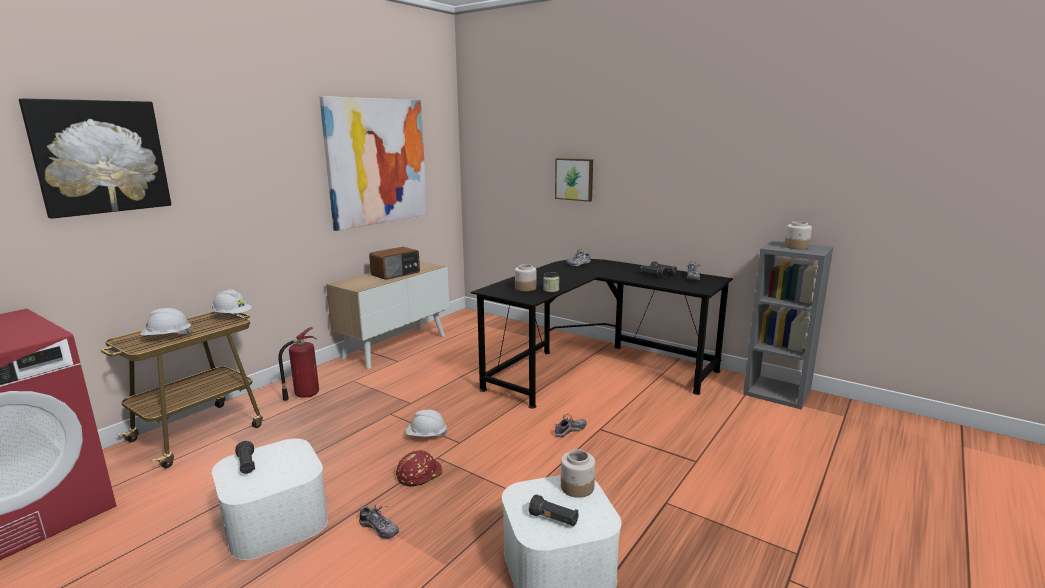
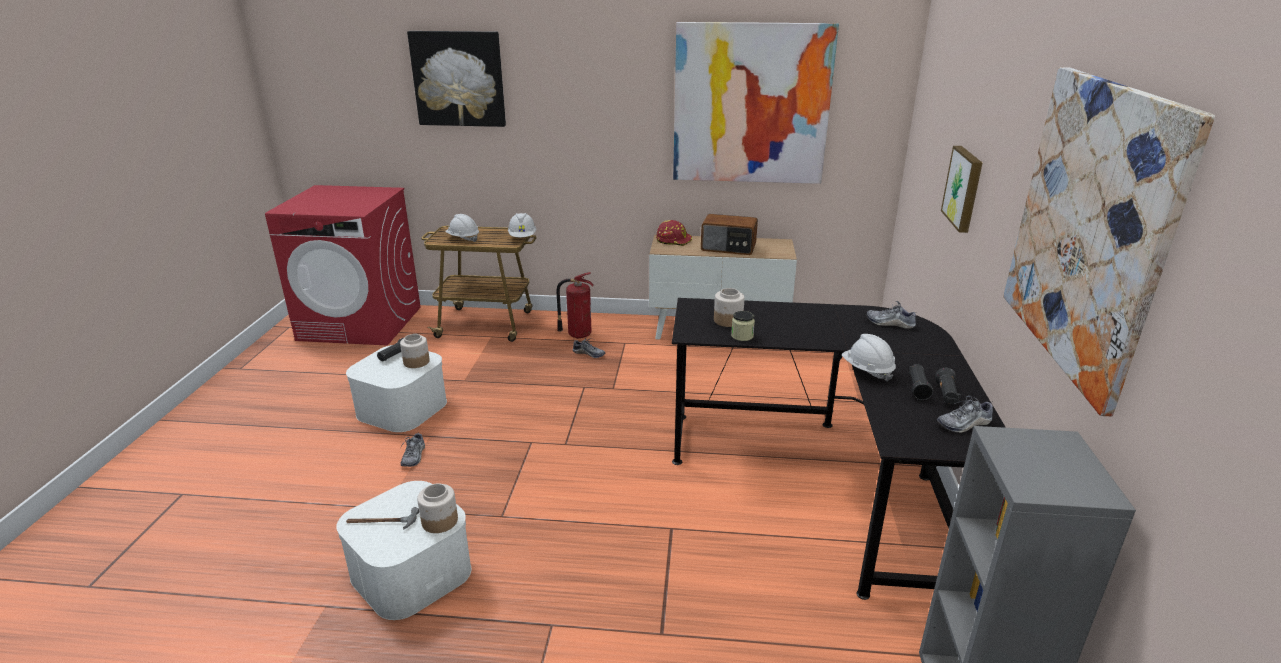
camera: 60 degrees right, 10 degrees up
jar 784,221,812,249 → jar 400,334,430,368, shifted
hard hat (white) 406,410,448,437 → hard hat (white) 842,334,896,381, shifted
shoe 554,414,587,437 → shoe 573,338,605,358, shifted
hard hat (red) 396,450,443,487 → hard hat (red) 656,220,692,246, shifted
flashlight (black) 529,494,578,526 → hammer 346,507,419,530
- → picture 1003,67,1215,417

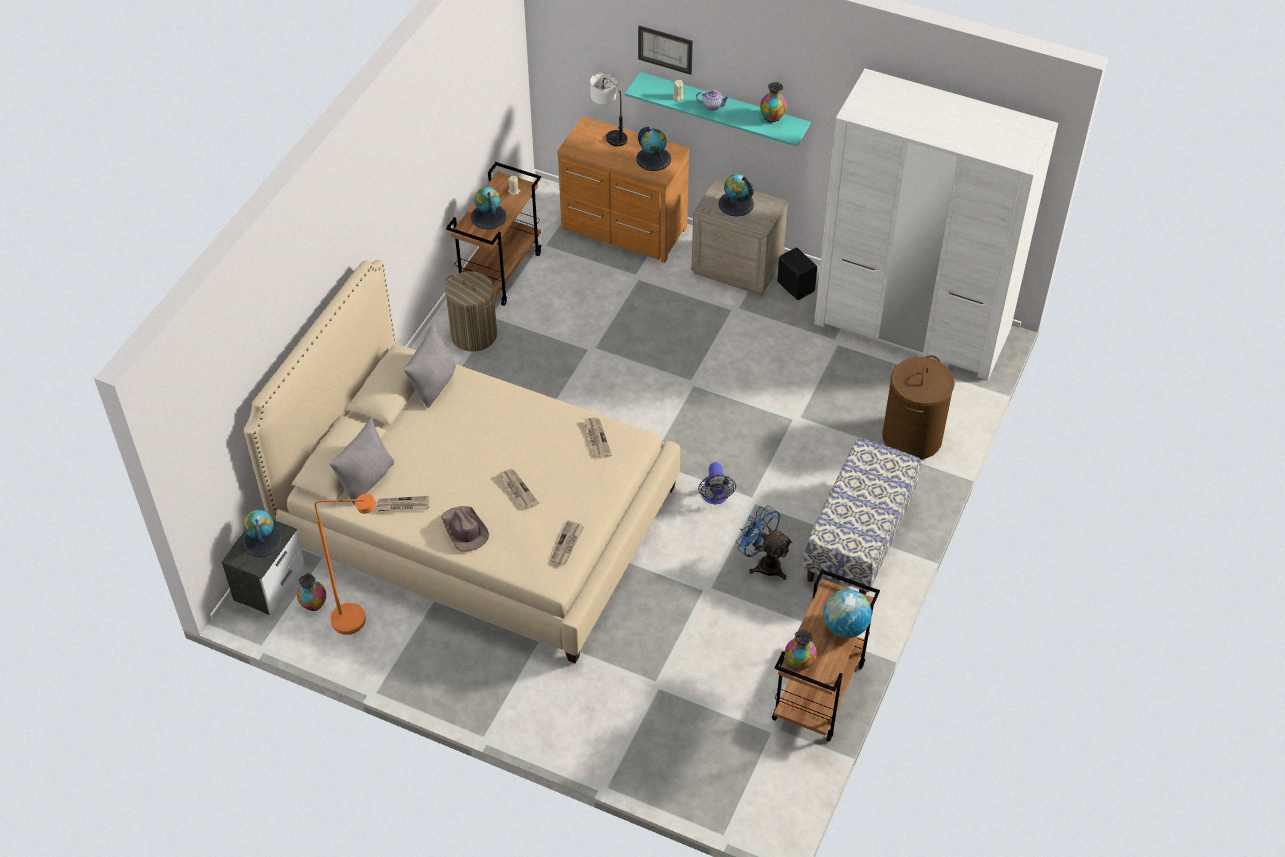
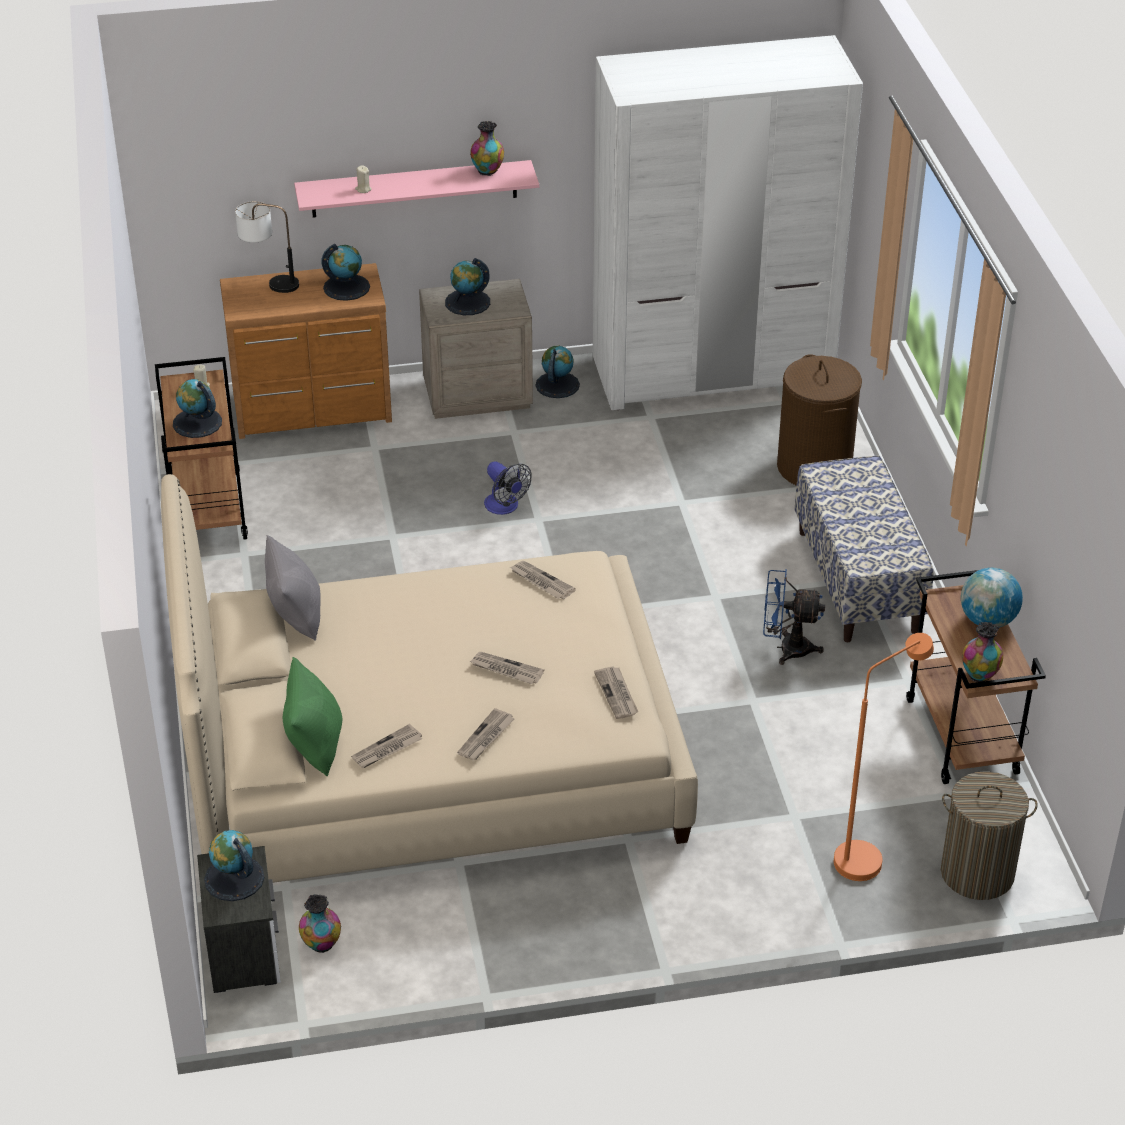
camera: 35 degrees left, 10 degrees down
picture 638,25,693,75 → -
shelf (turquoise) 625,72,811,147 → shelf (pink) 294,160,539,218
teapot 696,90,730,111 → -
speaker (black) 777,247,817,300 → globe 535,346,580,398
laundry basket 445,271,497,352 → laundry basket 941,771,1038,900, shifted
pillow (grey) 330,418,394,505 → pillow (green) 283,657,343,776
fan 698,462,736,504 → fan 484,461,532,515, shifted
floor lamp (orange) 314,493,376,635 → floor lamp (orange) 834,633,934,881, shifted
hat (brown) 441,506,489,552 → newspaper 457,708,515,761

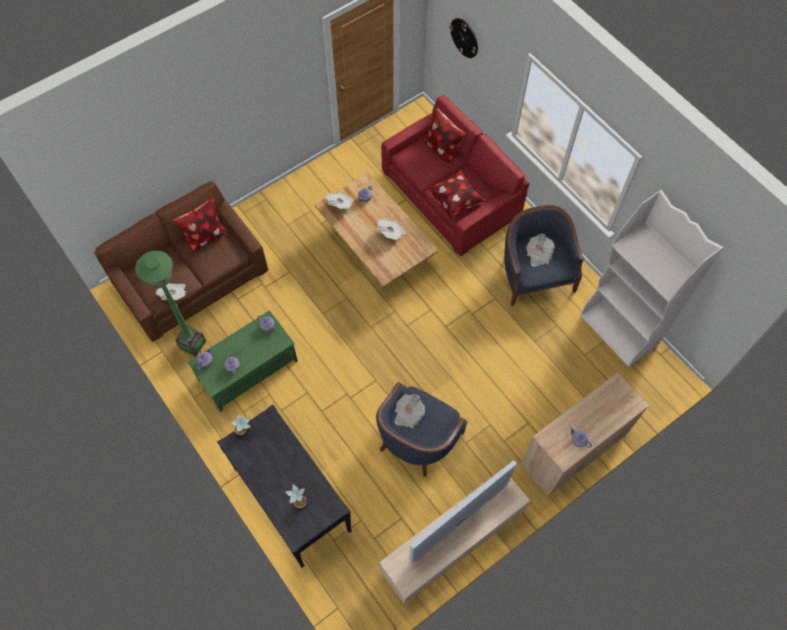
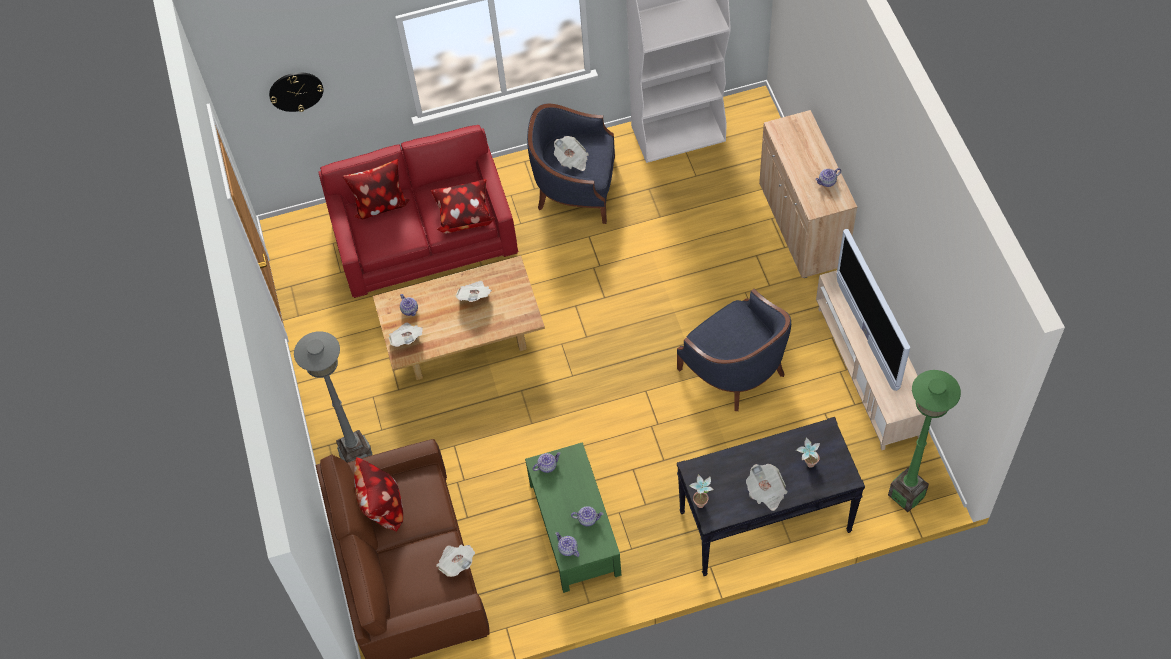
camera: 65 degrees left, 5 degrees down
floor lamp (green) 135,251,206,357 → floor lamp (green) 888,370,961,512, shifted
newspaper 395,394,425,428 → newspaper 746,464,787,511, shifted
- → floor lamp (grey) 294,331,372,463

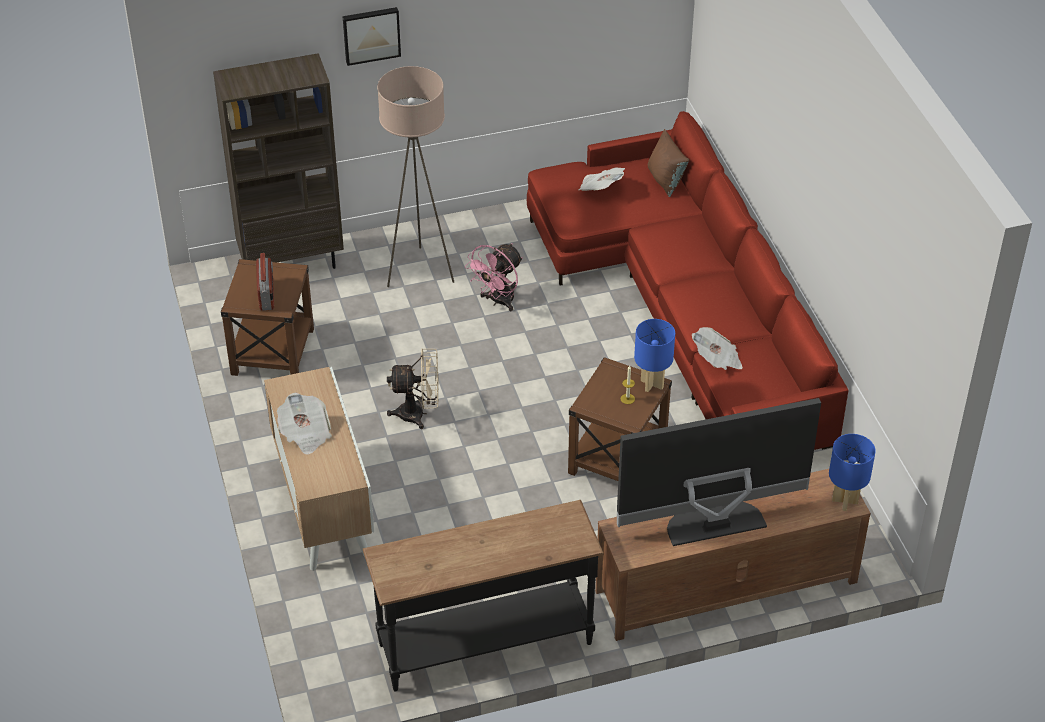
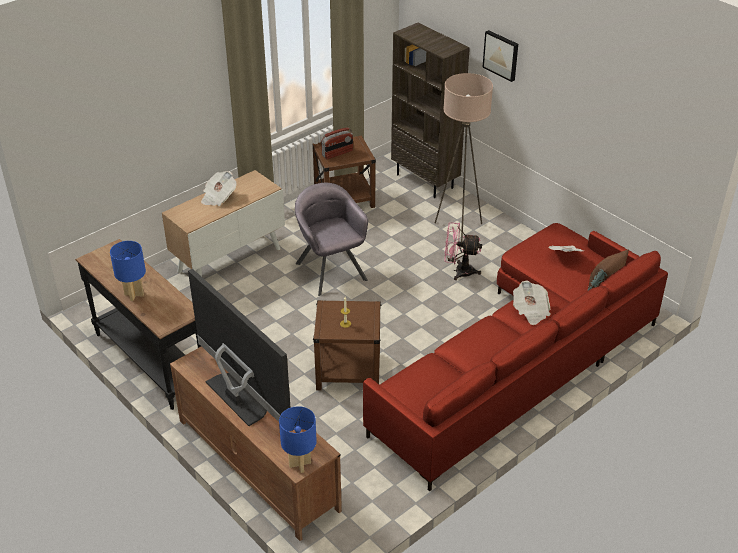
camera: 65 degrees right, 5 degrees down
table lamp (blue) 634,319,675,392 → table lamp (blue) 110,241,146,301, shifted
newspaper 692,327,743,370 → newspaper 513,281,551,325, shifted
fan (beige) 387,349,439,429 → armchair (grey) 295,183,368,296

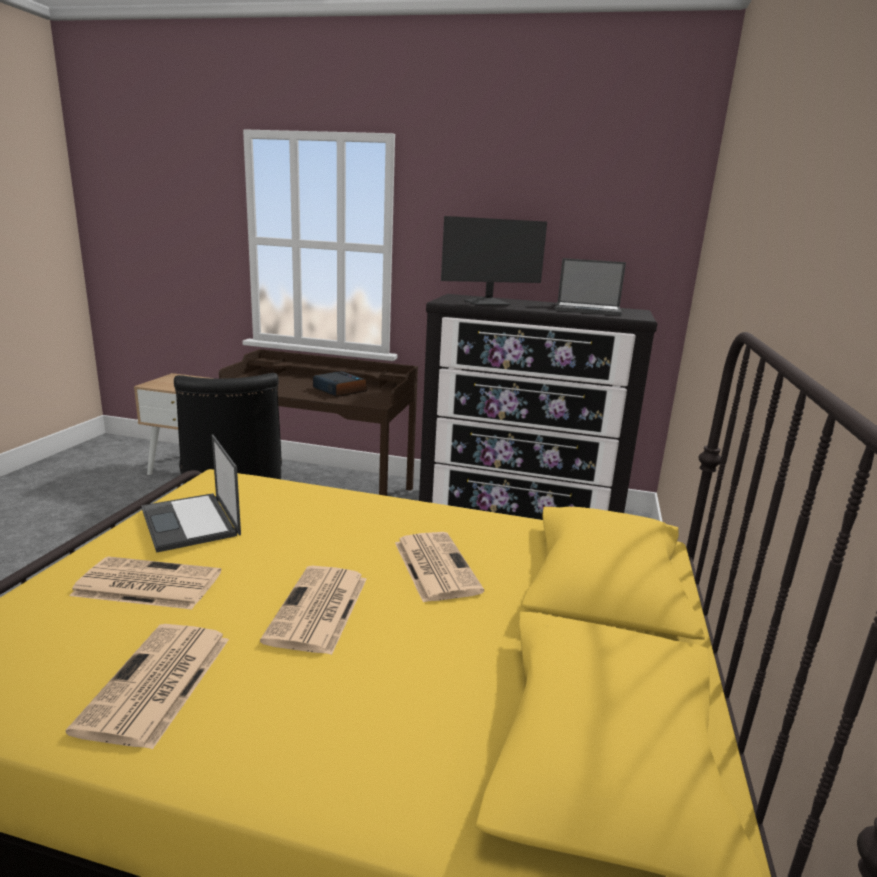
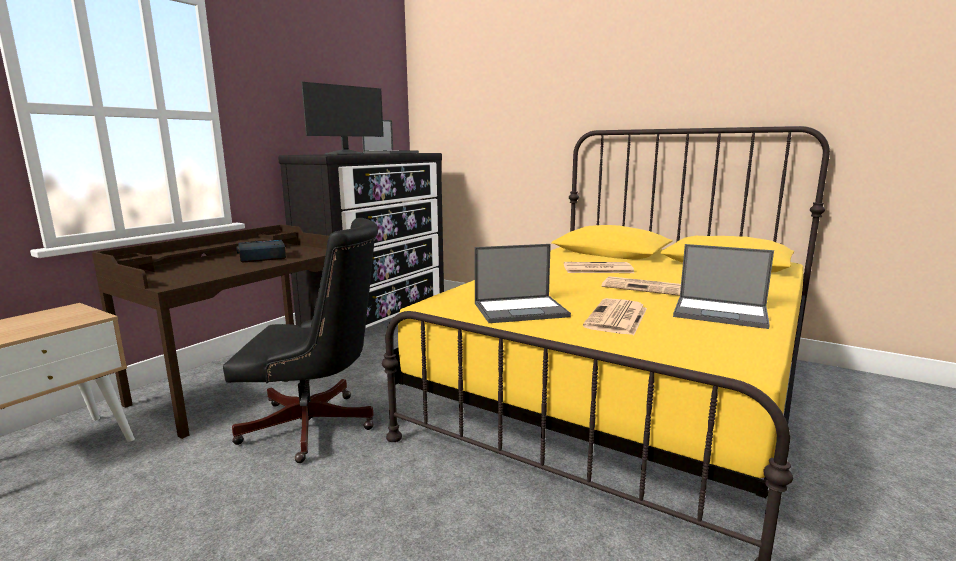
camera: 70 degrees left, 5 degrees down
monitor 441,216,547,305 → monitor 301,82,384,155, 45 degrees clockwise
newspaper 66,624,229,750 → laptop 673,244,774,329

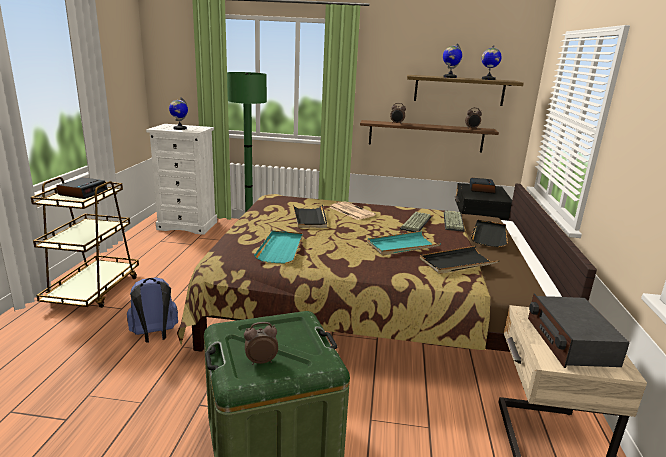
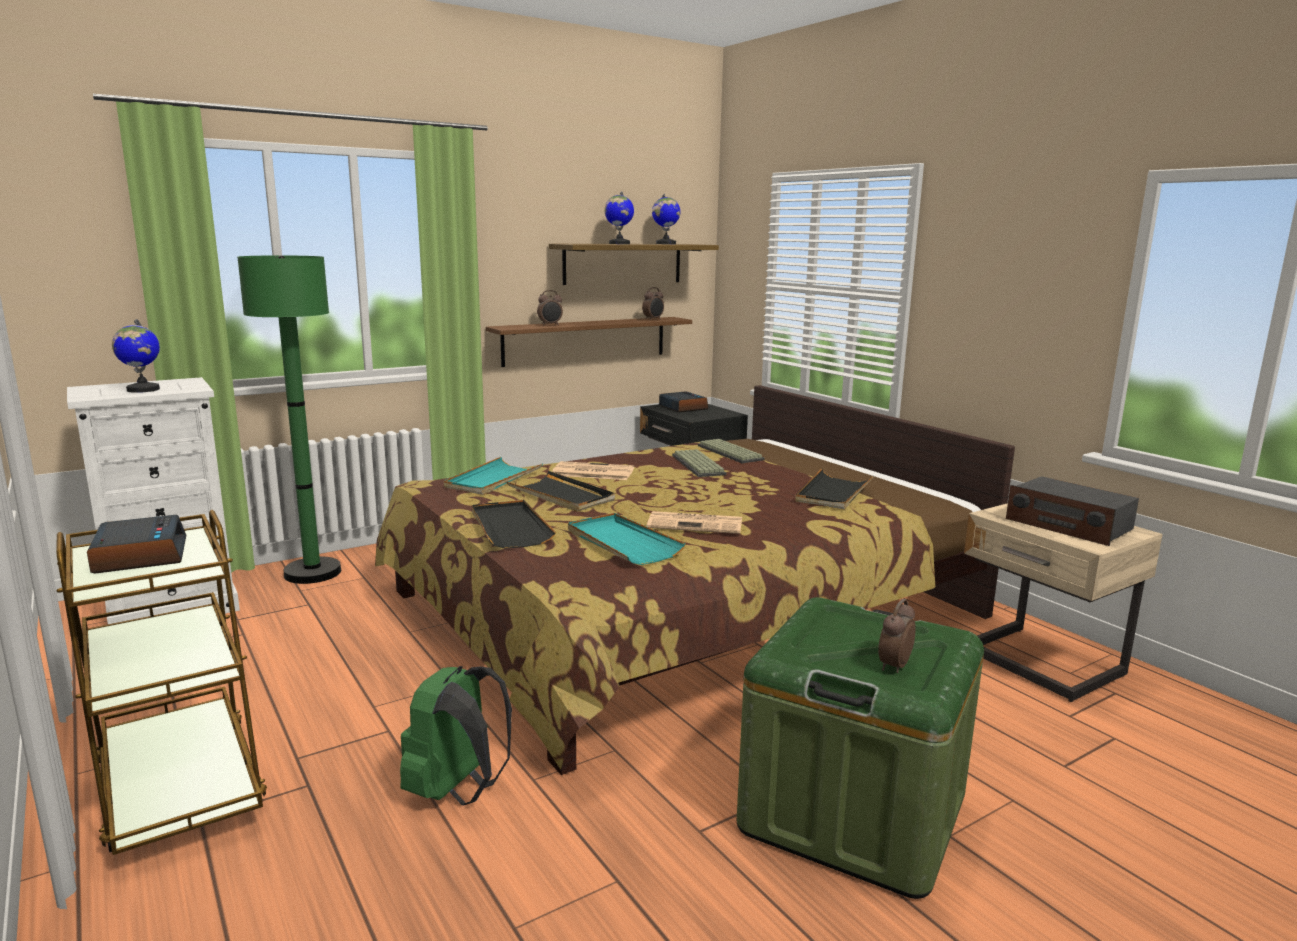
camera: 40 degrees left, 5 degrees down
tray (black) 471,220,508,247 → tray (black) 472,500,556,549, shifted
tray (turquoise) 367,231,441,255 → tray (turquoise) 444,457,543,495, shifted
backpack (blue) 127,277,178,343 → backpack (green) 400,666,512,805
- → newspaper 647,511,742,534

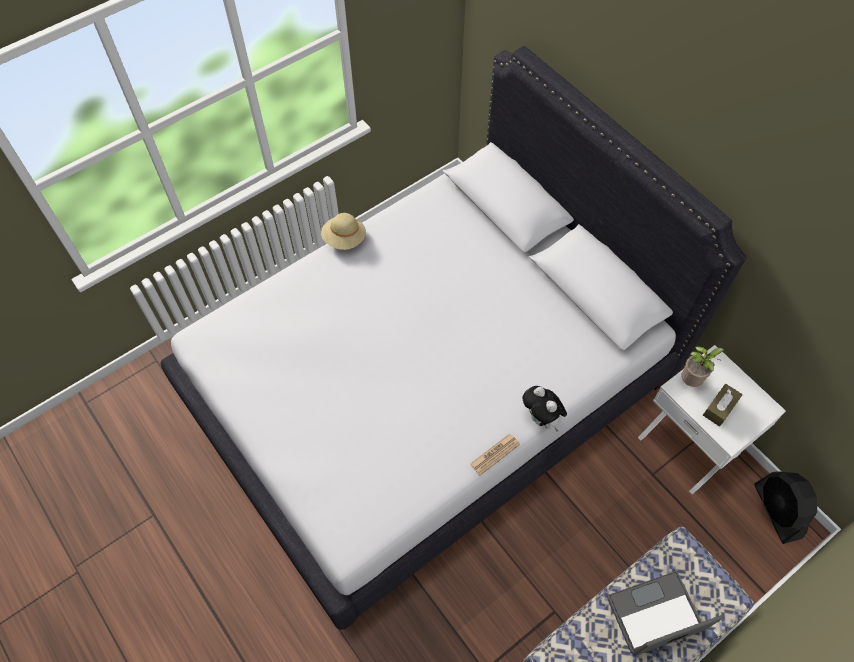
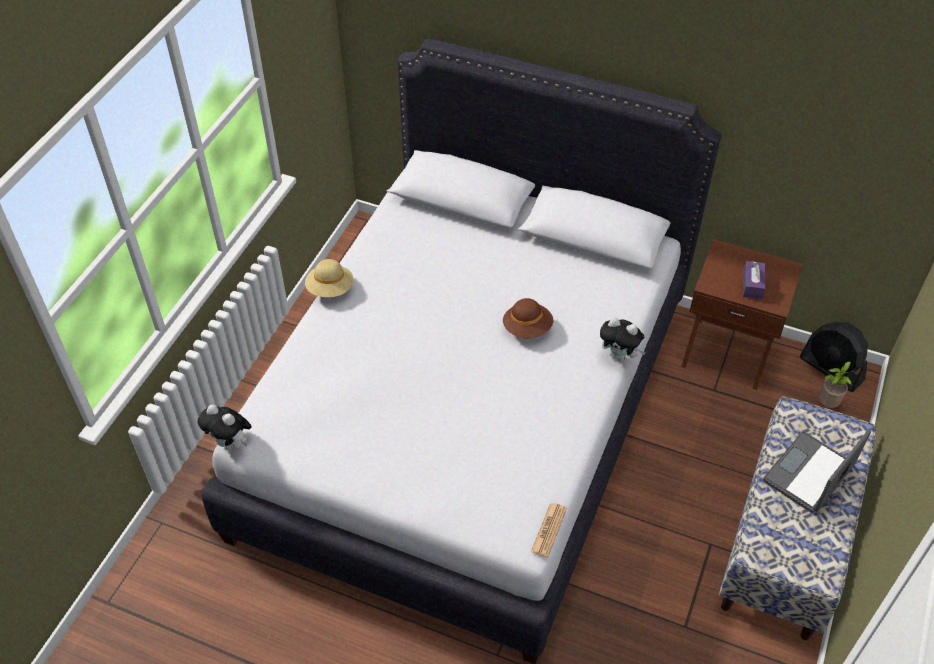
camera: 30 degrees left, 10 degrees down
nightstand (white) 638,345,786,494 → nightstand (brown) 681,239,803,390
potted plant 681,346,724,387 → potted plant 819,361,855,408, shifted
tissue box (brown) 703,384,743,427 → tissue box (purple) 743,261,765,299
newspaper 470,434,520,475 → newspaper 531,503,567,557, shifted
- → hat (brown) 503,298,553,339
- → plush toy 198,405,252,450

